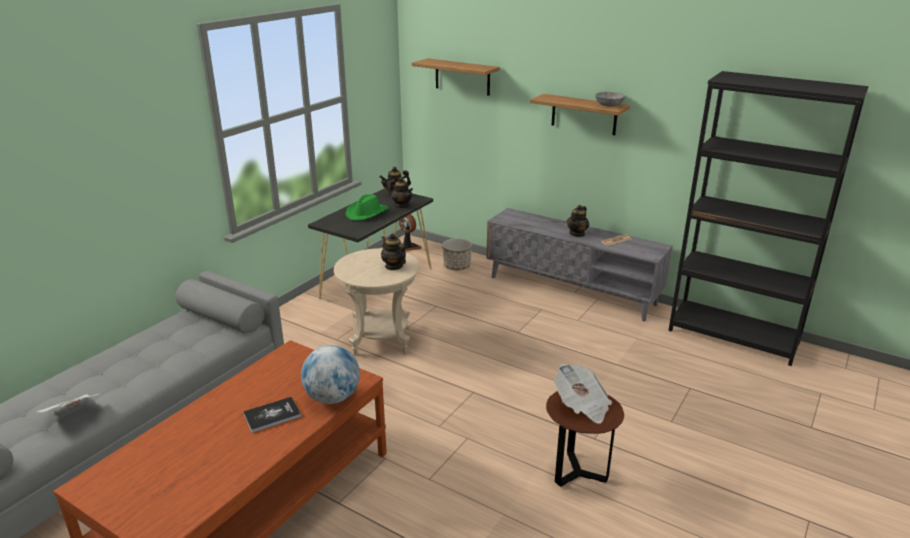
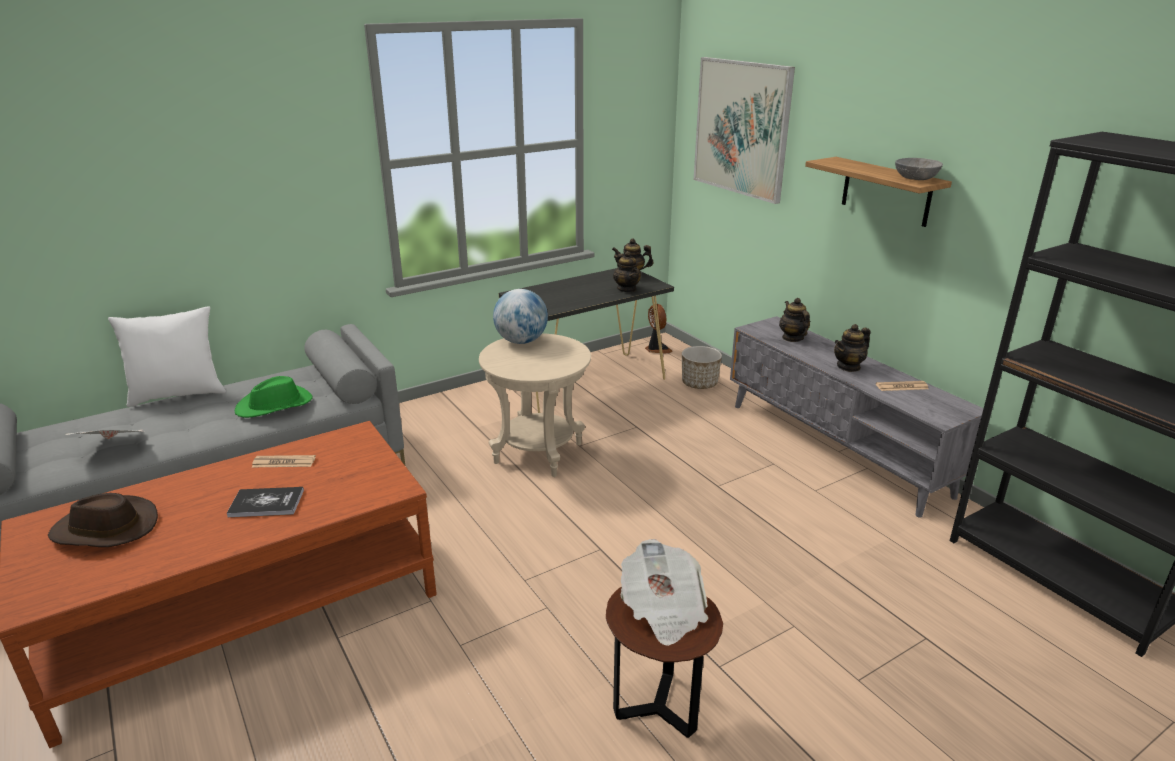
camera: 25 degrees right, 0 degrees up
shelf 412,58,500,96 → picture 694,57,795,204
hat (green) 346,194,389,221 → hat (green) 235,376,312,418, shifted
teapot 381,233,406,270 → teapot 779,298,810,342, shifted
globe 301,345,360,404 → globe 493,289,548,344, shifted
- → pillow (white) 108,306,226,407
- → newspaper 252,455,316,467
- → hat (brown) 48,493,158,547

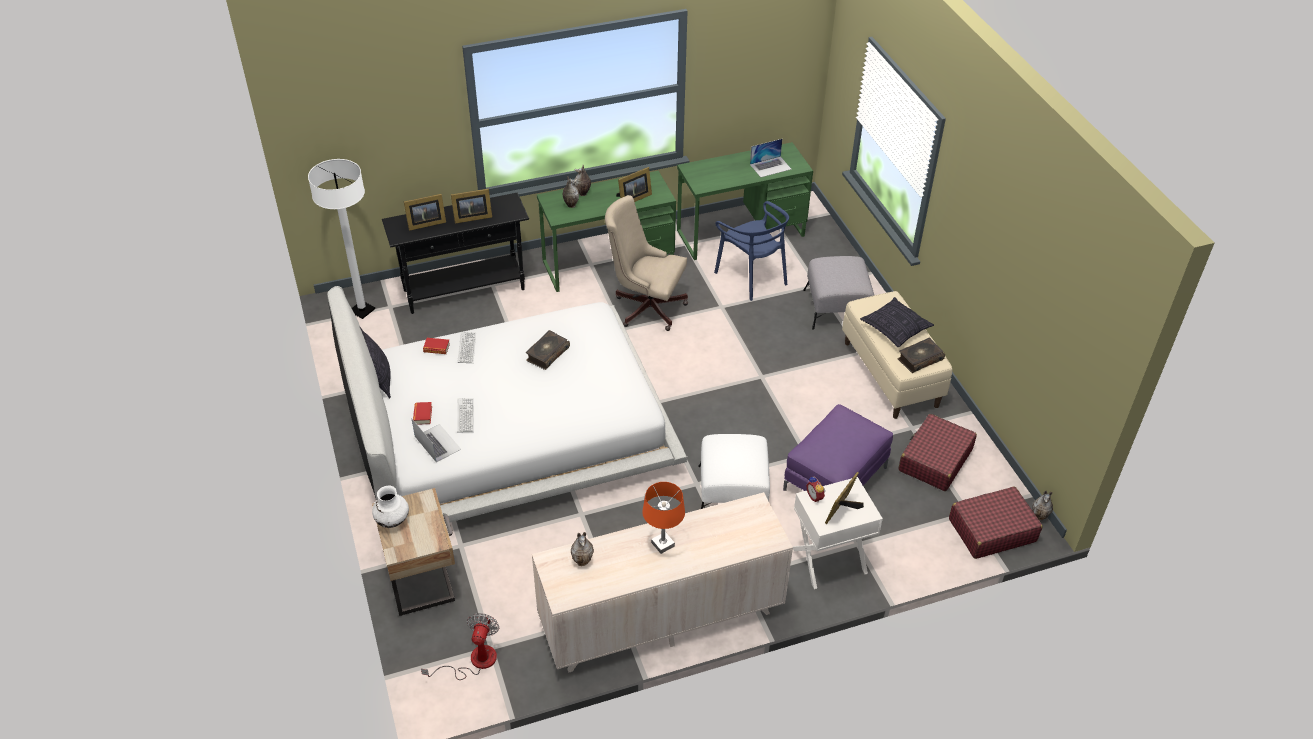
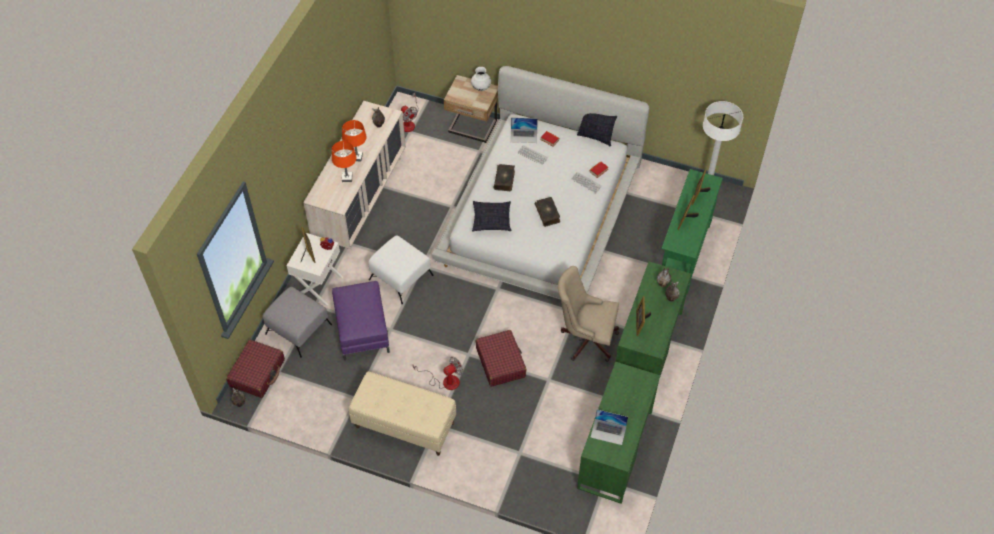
camera: 130 degrees right, 10 degrees up
laptop 750,139,791,177 → laptop 590,409,628,445, 90 degrees counterclockwise
console table (black) 382,193,529,314 → console table (green) 661,169,723,293
office chair (beige) 605,195,688,331 → office chair (beige) 558,266,619,362, 135 degrees counterclockwise
chair (blue) 714,201,789,301 → -
ottoman (grey) 803,256,874,330 → ottoman (grey) 263,287,332,358, shifted
pillow 860,297,934,347 → pillow 472,201,511,232, shifted
book 897,338,945,373 → book 494,164,515,191, shifted
suitcase (red) 899,414,977,491 → suitcase (red) 476,330,527,387, shifted
- → table lamp (orange) 332,141,357,182
- → fan 413,357,463,390

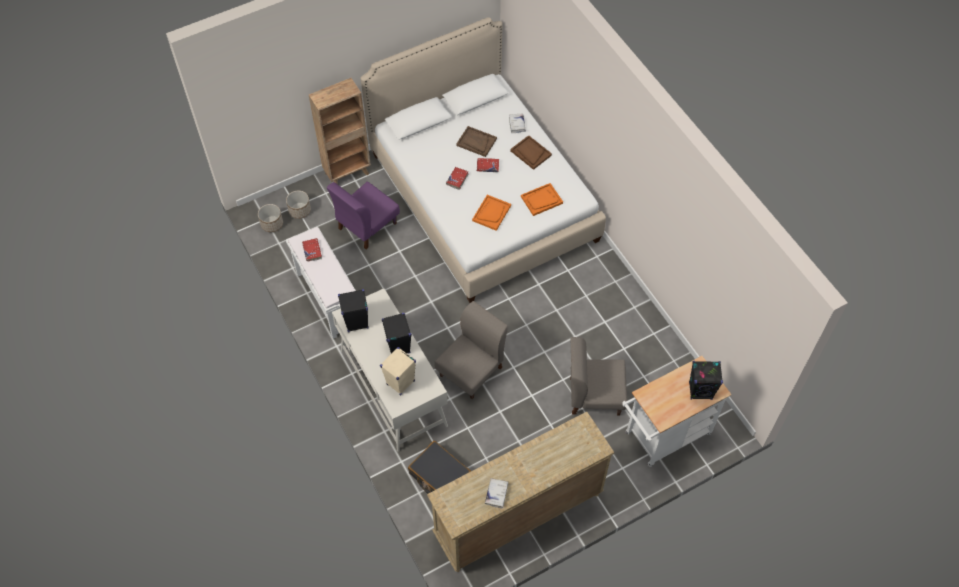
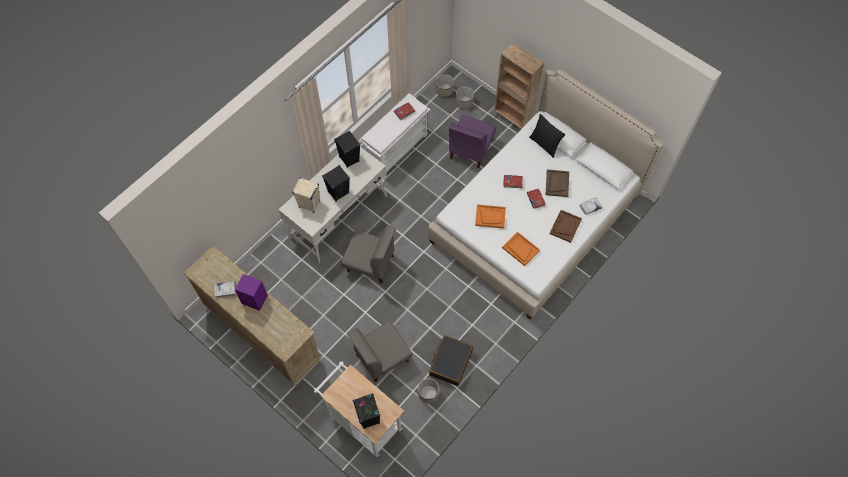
camera: 70 degrees right, 5 degrees up
chair (purple) 327,182,400,249 → chair (purple) 449,115,496,168, 90 degrees counterclockwise
chair (grey) 570,337,627,415 → chair (grey) 347,321,412,383, 105 degrees counterclockwise
suitcase (black) 408,441,471,494 → suitcase (black) 429,335,473,386, shifted
- → pillow (black) 529,114,565,158
- → speaker (purple) 235,274,268,311
- → planter 418,378,440,404

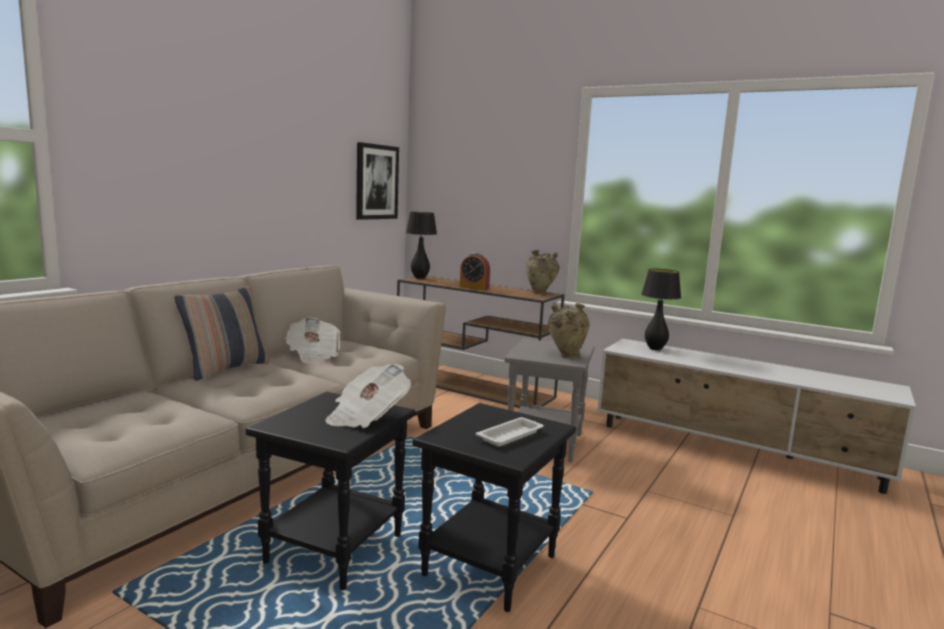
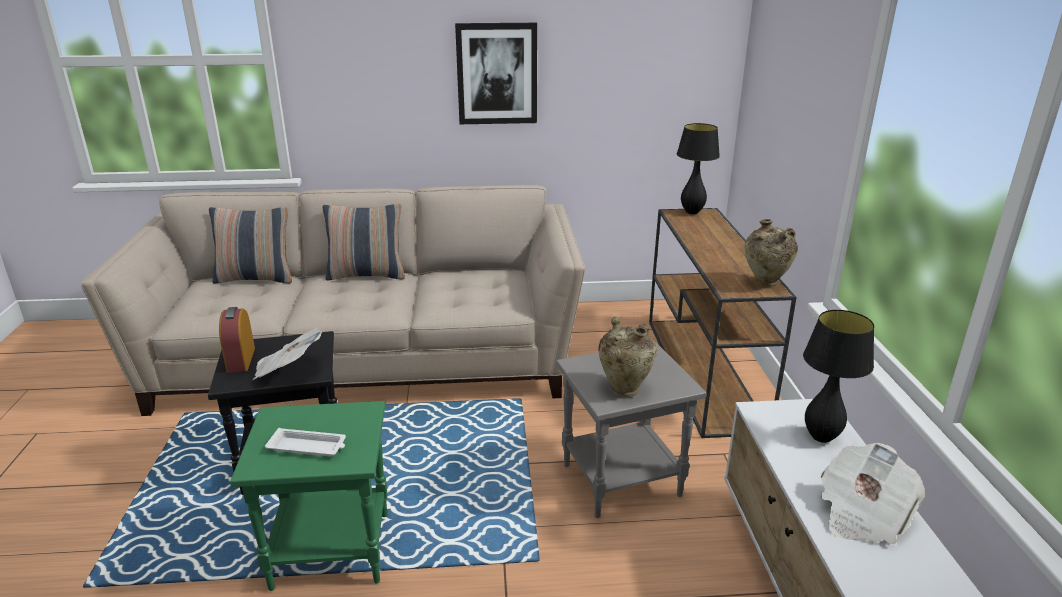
camera: 55 degrees right, 15 degrees up
picture 356,142,399,220 → picture 455,23,537,124, shifted
alarm clock 460,253,490,291 → alarm clock 219,307,255,373, shifted
newspaper 285,317,340,363 → newspaper 821,443,925,545, shifted
side table (black) 413,403,576,612 → side table (green) 230,401,387,591
- → pillow 209,207,292,284

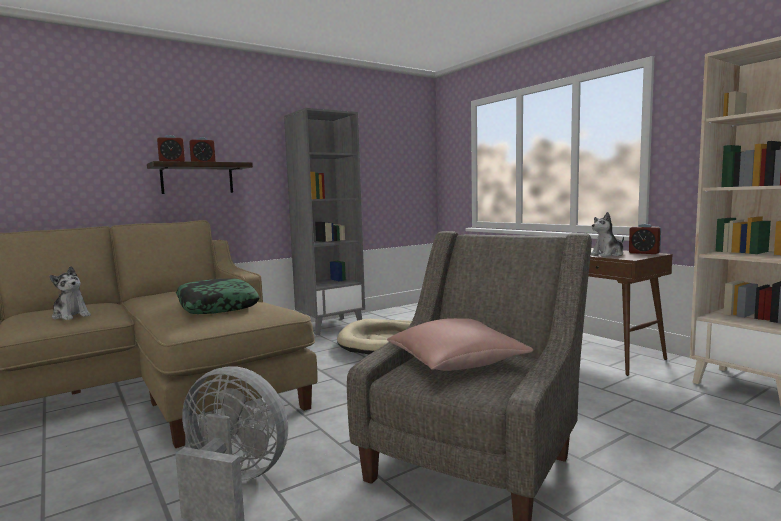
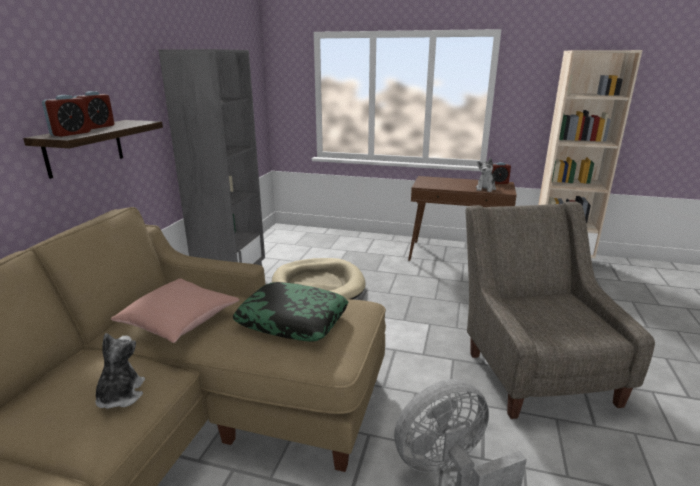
camera: 40 degrees left, 15 degrees up
plush toy 50,266,91,320 → plush toy 95,333,145,409, 90 degrees counterclockwise
pillow (pink) 387,318,534,371 → pillow (pink) 111,278,240,343, shifted

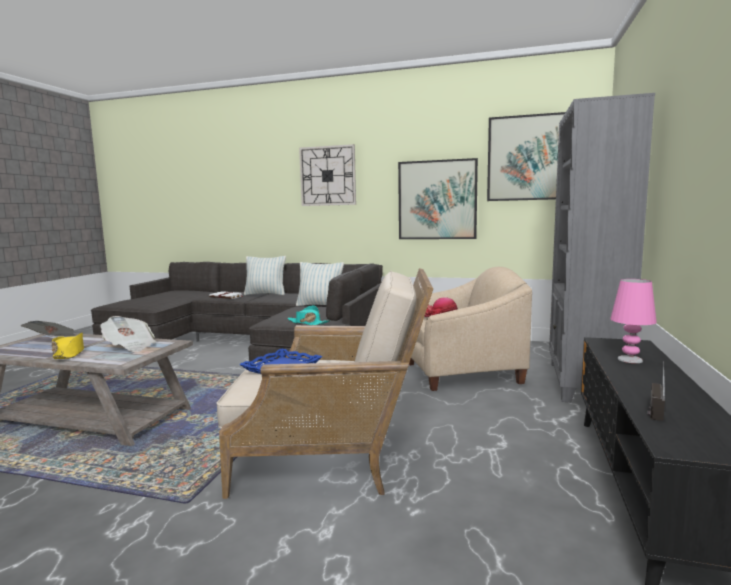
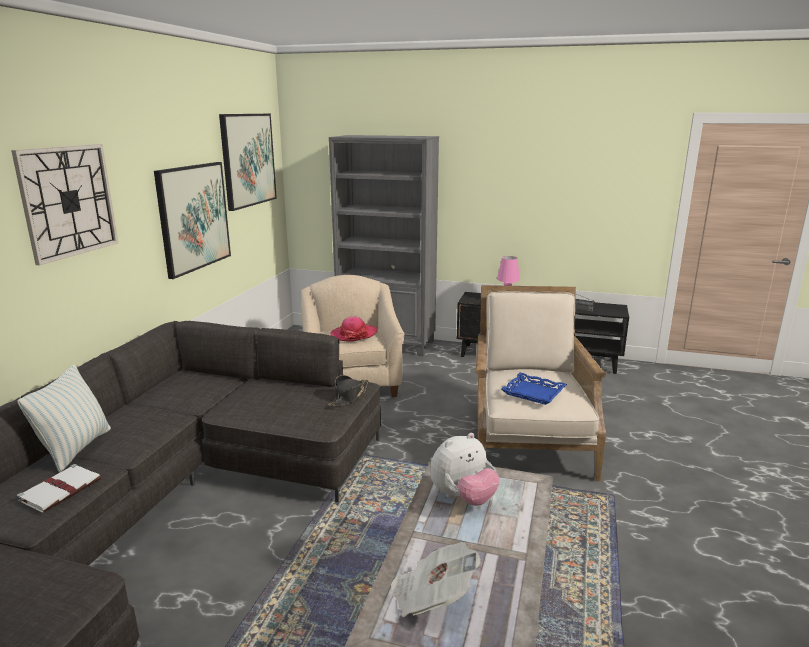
camera: 90 degrees left, 10 degrees up
pillow 296,262,344,306 → -
hat (turquoise) 287,305,330,326 → hat (black) 328,375,369,407
newspaper 100,316,156,352 → plush toy 430,433,500,506
hat (yellow) 52,333,84,359 → -

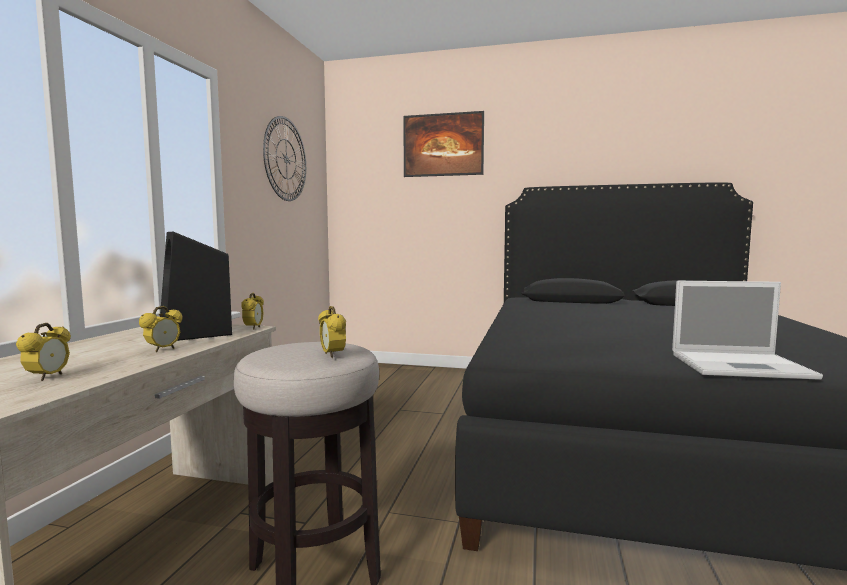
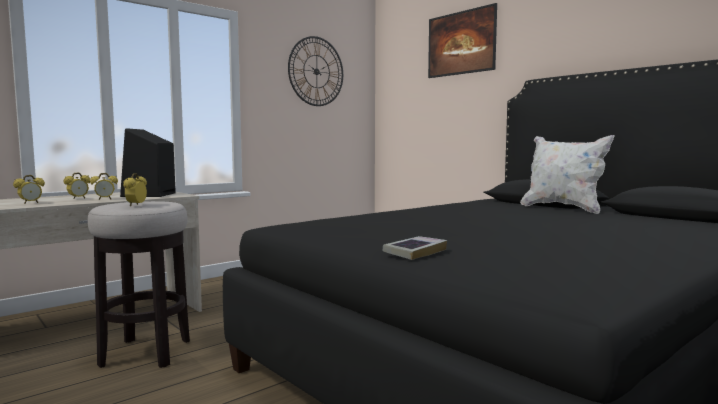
camera: 35 degrees right, 0 degrees up
laptop 672,281,823,380 → book 383,236,447,260
alarm clock 241,293,264,330 → alarm clock 64,172,90,199, shifted
- → pillow (white) 520,135,614,214

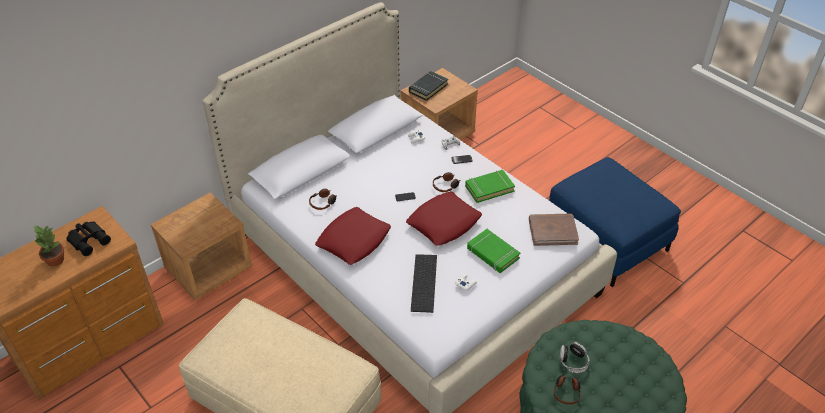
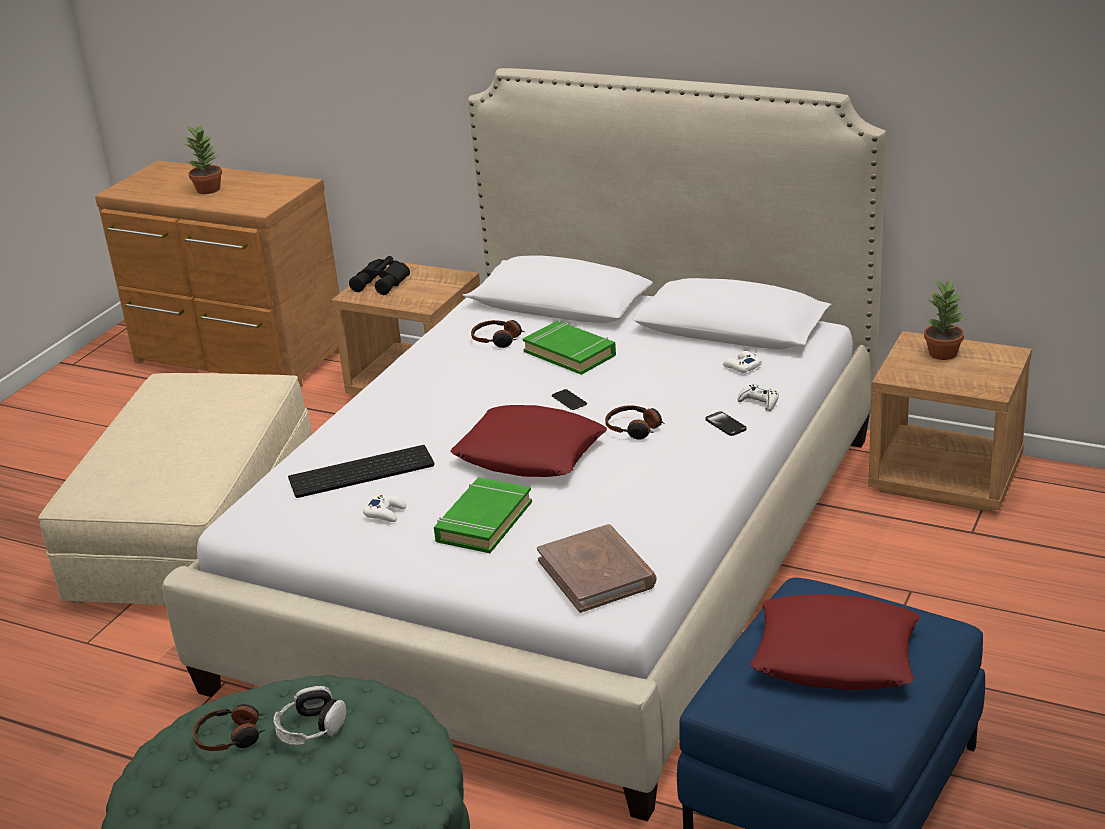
camera: 70 degrees right, 15 degrees down
book (black) 409,71,448,101 → potted plant 924,279,965,360
book (green) 465,170,515,203 → book (green) 523,321,616,375, shifted
pillow (red) 315,207,391,265 → pillow (red) 750,594,920,690, shifted
binoculars (black) 66,221,111,256 → binoculars (black) 349,256,410,295, shifted

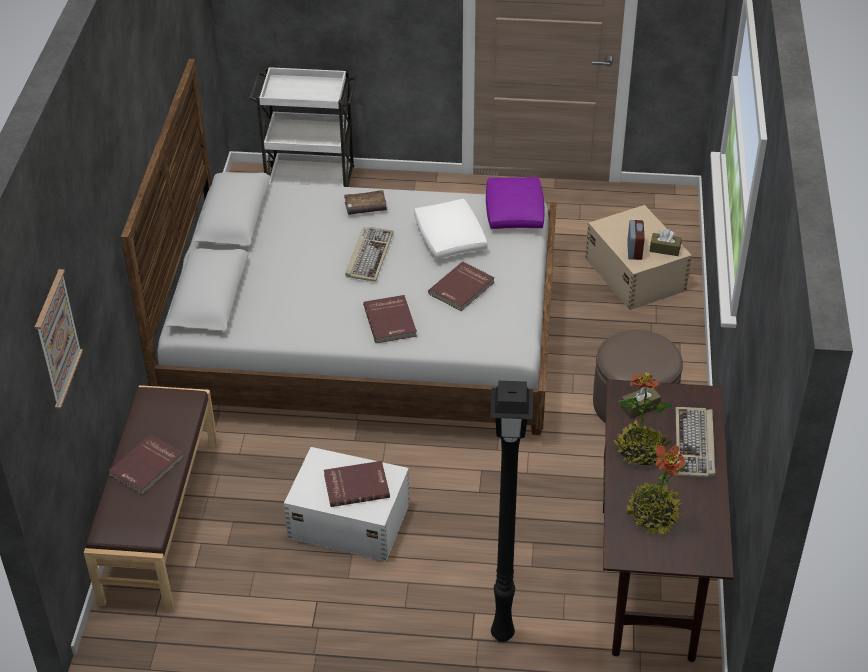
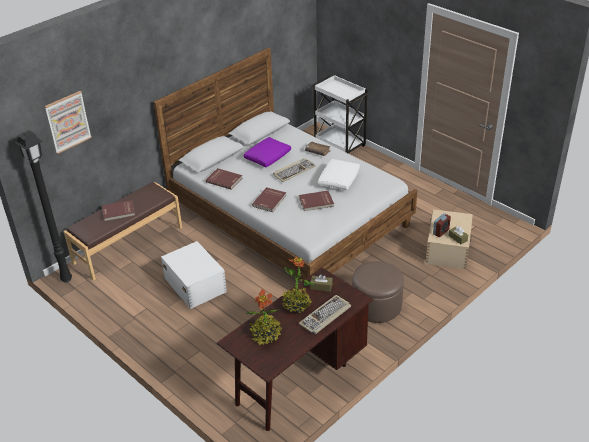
camera: 40 degrees right, 5 degrees down
pillow (purple) 486,177,545,229 → pillow (purple) 244,137,291,167, shifted
floor lamp (black) 490,381,533,642 → floor lamp (black) 15,130,72,282, shifted
book (red) 324,461,390,507 → book (red) 206,168,242,190, shifted

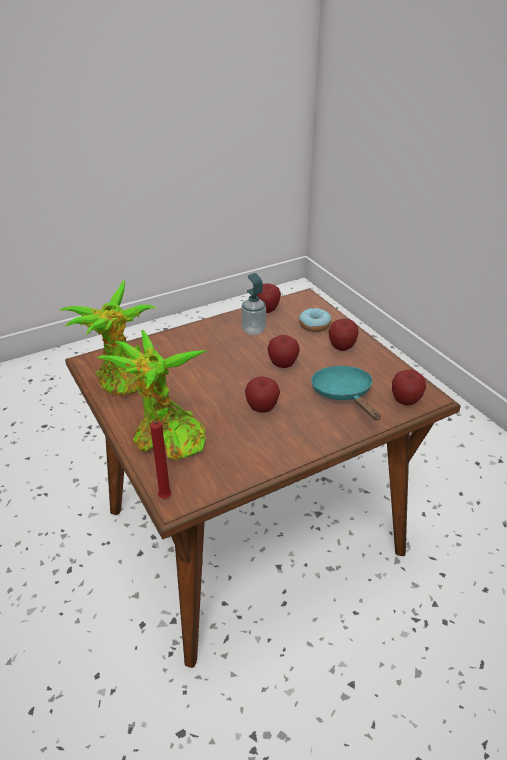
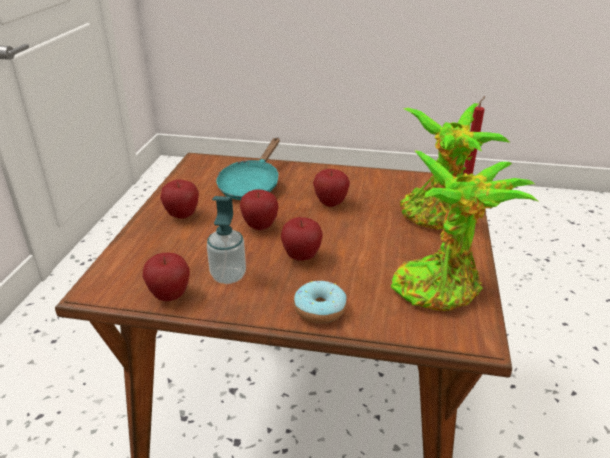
camera: 140 degrees left, 5 degrees down
donut 299,308,331,332 → donut 294,281,347,324, shifted
apple 392,369,426,406 → apple 281,217,323,261, shifted

